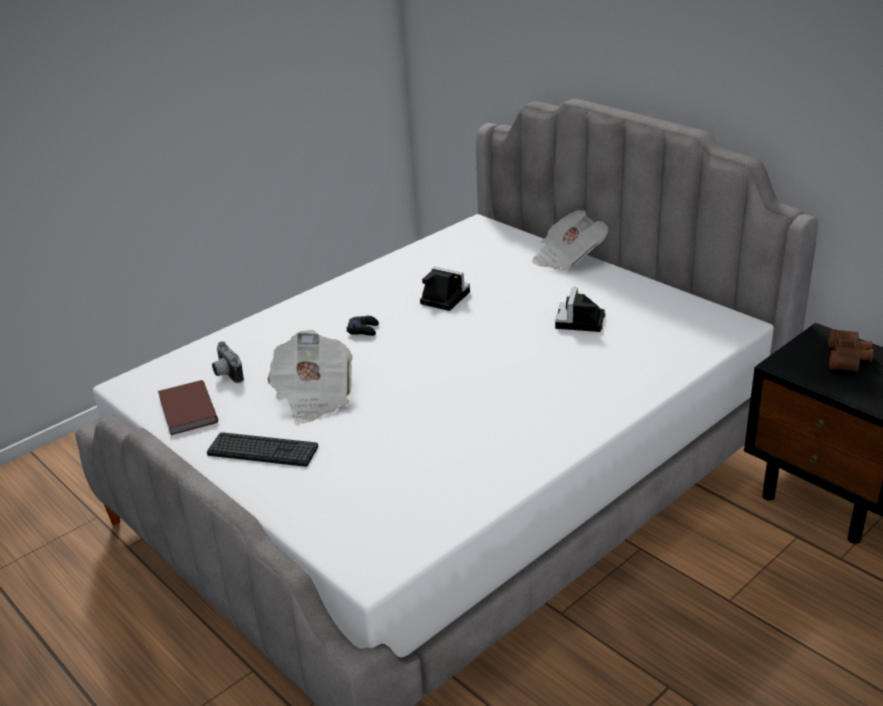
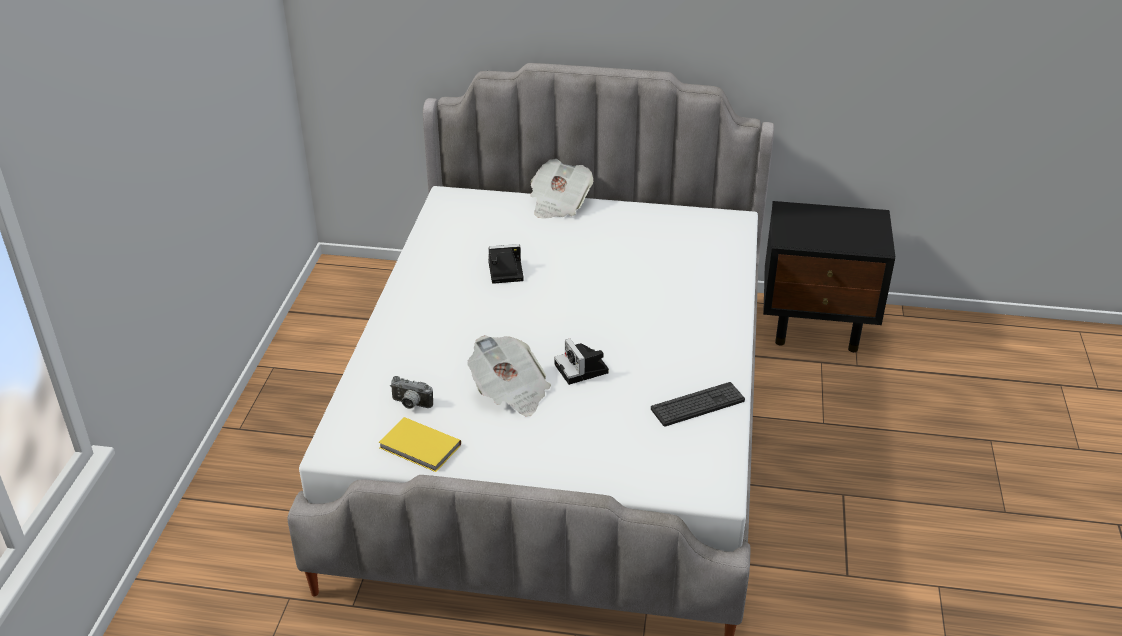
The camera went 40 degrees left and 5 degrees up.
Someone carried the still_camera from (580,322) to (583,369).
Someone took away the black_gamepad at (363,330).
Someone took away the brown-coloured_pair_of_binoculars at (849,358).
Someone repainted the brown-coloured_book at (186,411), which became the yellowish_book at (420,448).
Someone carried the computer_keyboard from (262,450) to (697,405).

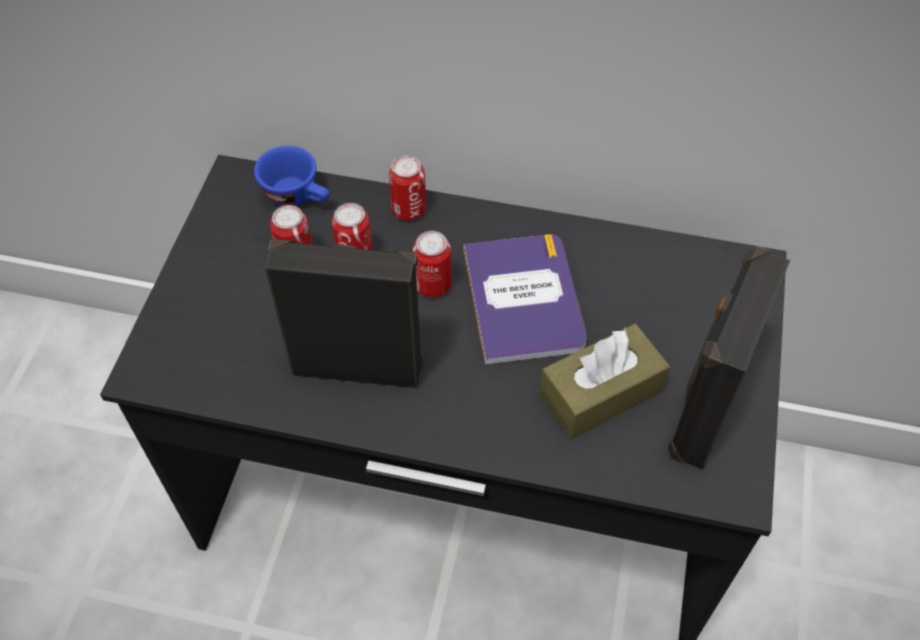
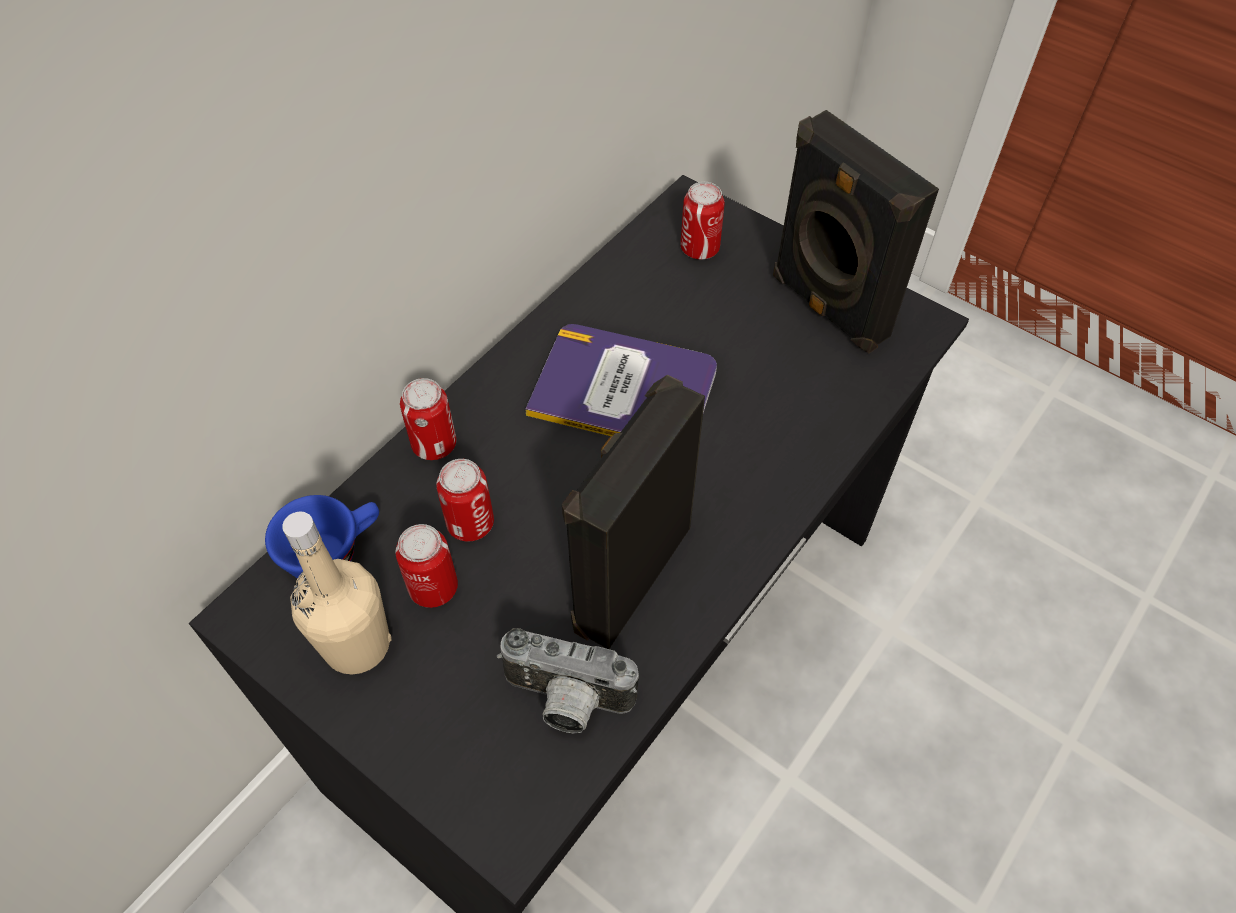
The camera went 65 degrees left and 0 degrees up.
Someone carried the can from (433,285) to (699,248).
Someone took away the brown-coloured_box_of_tissues at (600,393).
Someone put down the beige_drink_bottle at (357,644).
Someone put down the still_camera at (565,701).

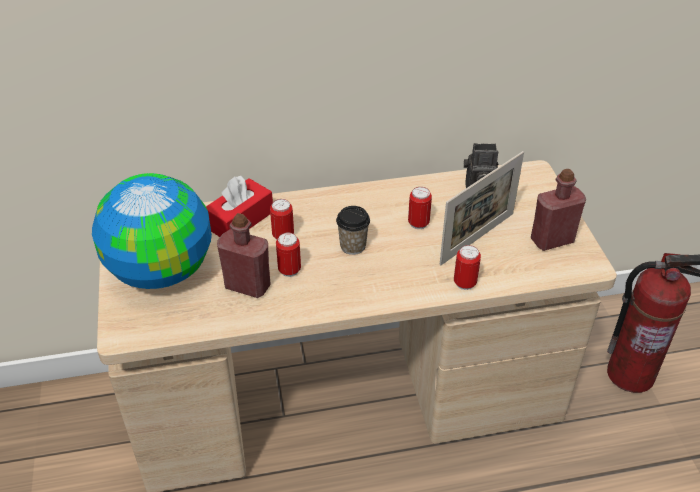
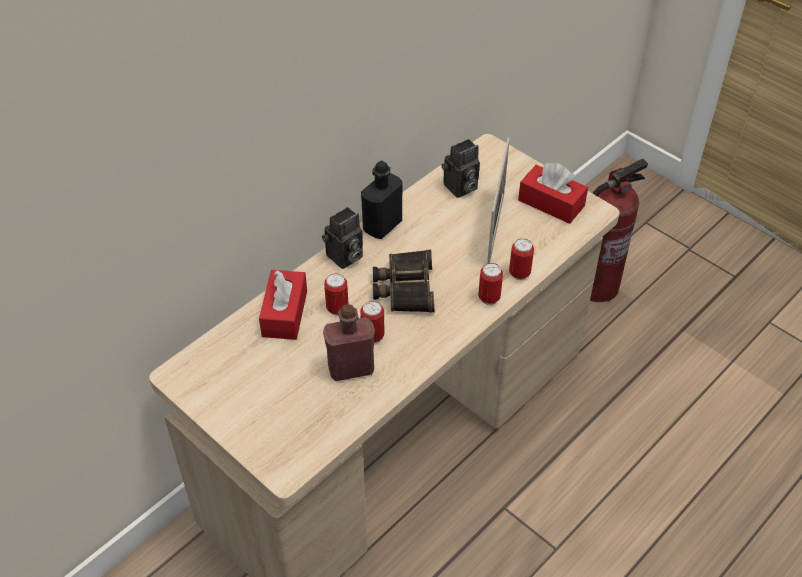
The camera went 35 degrees left and 5 degrees up.
Someone swapped the red_drink_bottle at (552,240) for the red_box_of_tissues at (551,203).
Someone took away the globe at (160,271).
Someone carried the can from (418,223) to (489,298).
Someone swapped the cup at (353,246) for the pair_of_binoculars at (404,287).
Someone put down the black_drink_bottle at (382,226).
Someone put down the still_camera at (344,258).

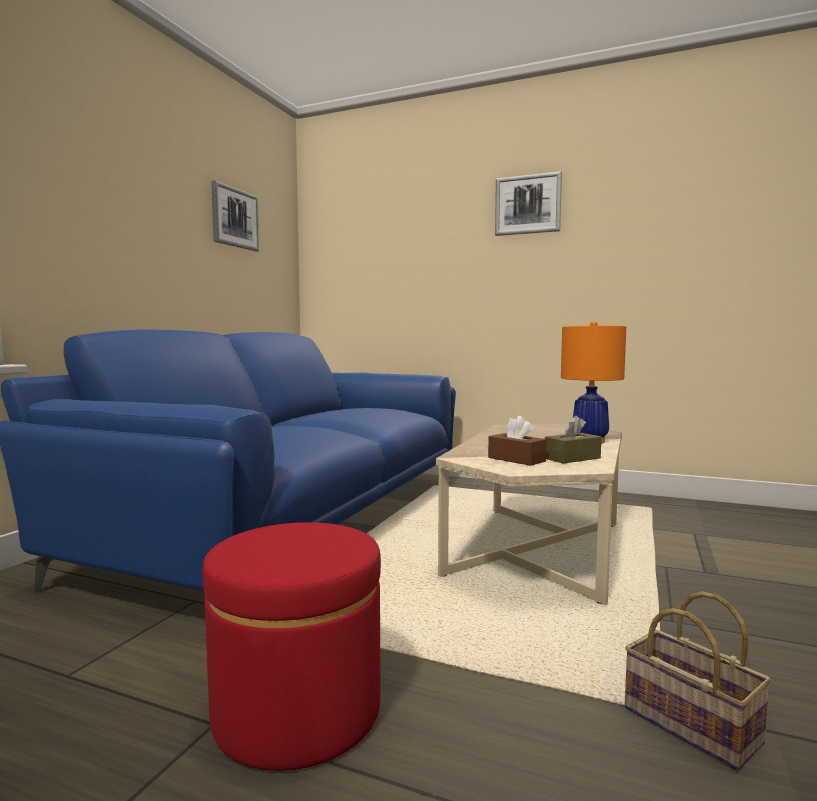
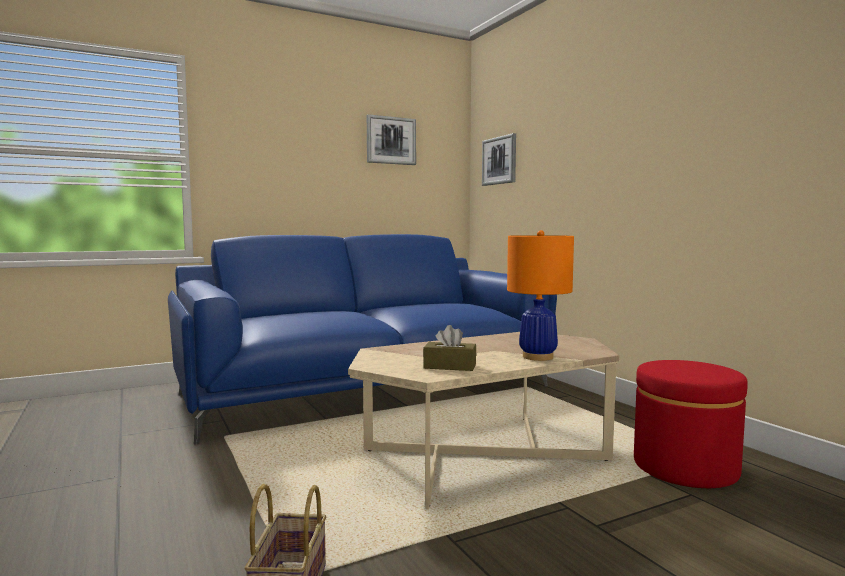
The camera went 40 degrees right and 0 degrees up.
Someone carried the wall_picture from (528,205) to (499,160).
Someone took away the brown-coloured_box_of_tissues at (516,459).
Someone carried the red_ottoman from (297,711) to (685,467).

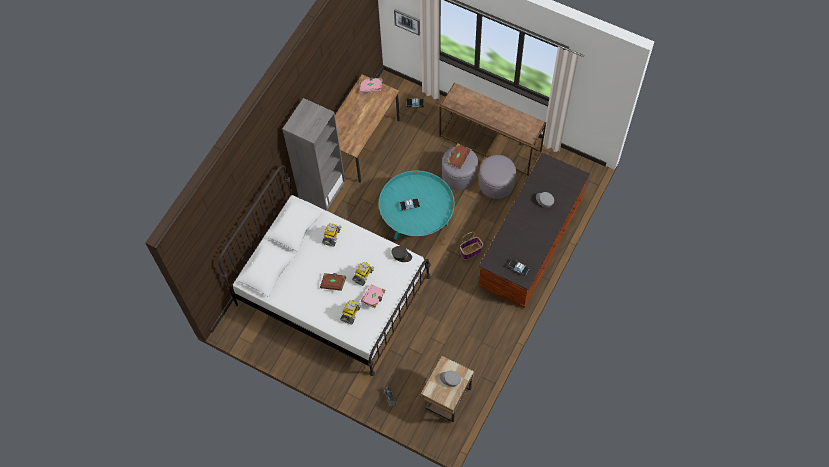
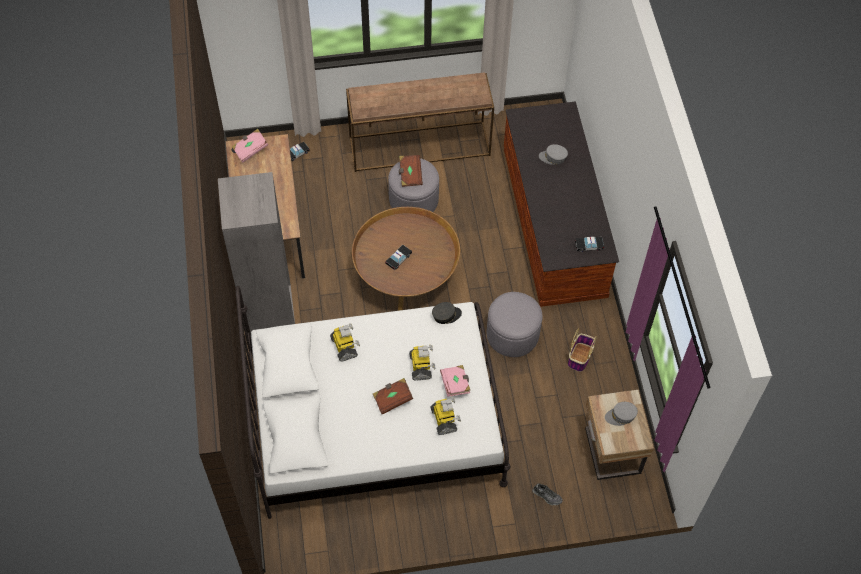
The camera went 40 degrees left and 5 degrees down.
Someone took away the wall_picture at (407,21).
Someone carried the grey_ottoman from (496,183) to (512,334).
Someone repainted the blue-green_coffee_table at (417,218), which became the brown-coloured_coffee_table at (406,276).
Someone carried the basket from (471,251) to (580,357).

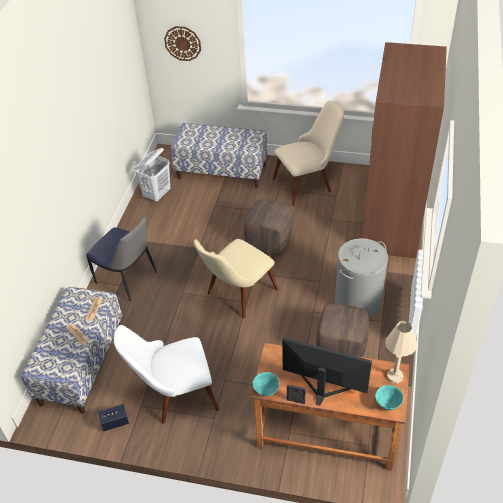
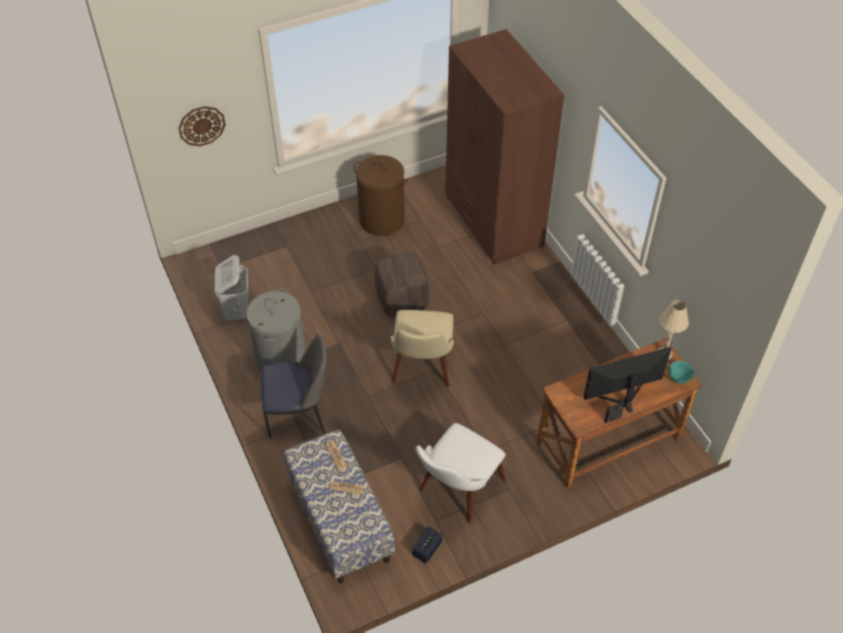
The camera went 40 degrees left and 5 degrees up.
Someone swapped the beige_plain_chair at (308,183) for the brown-coloured_hamper at (382,220).
Someone took away the indoor_bench at (222,171).
Someone carried the grey_hamper from (358,302) to (281,358).
Someone took away the brown-coloured_ottoman at (341,350).
Someone took away the blue-green_deep_dish at (266,391).

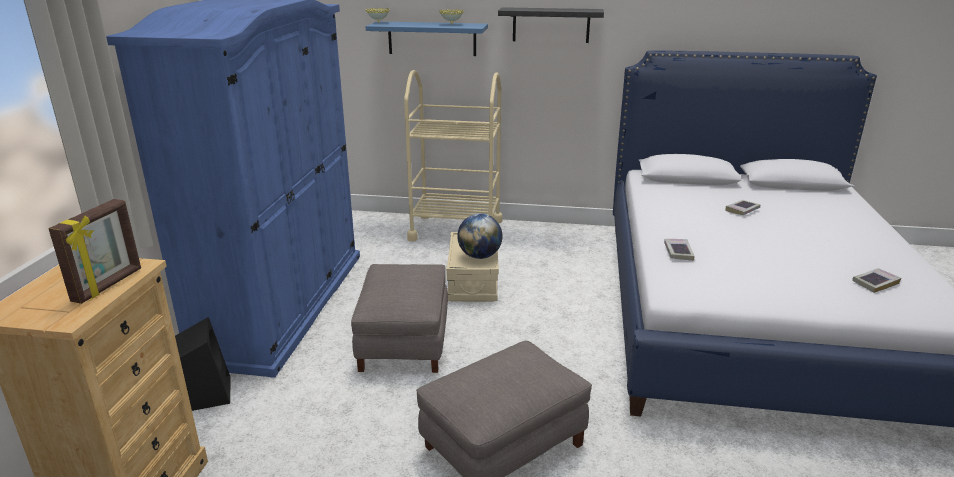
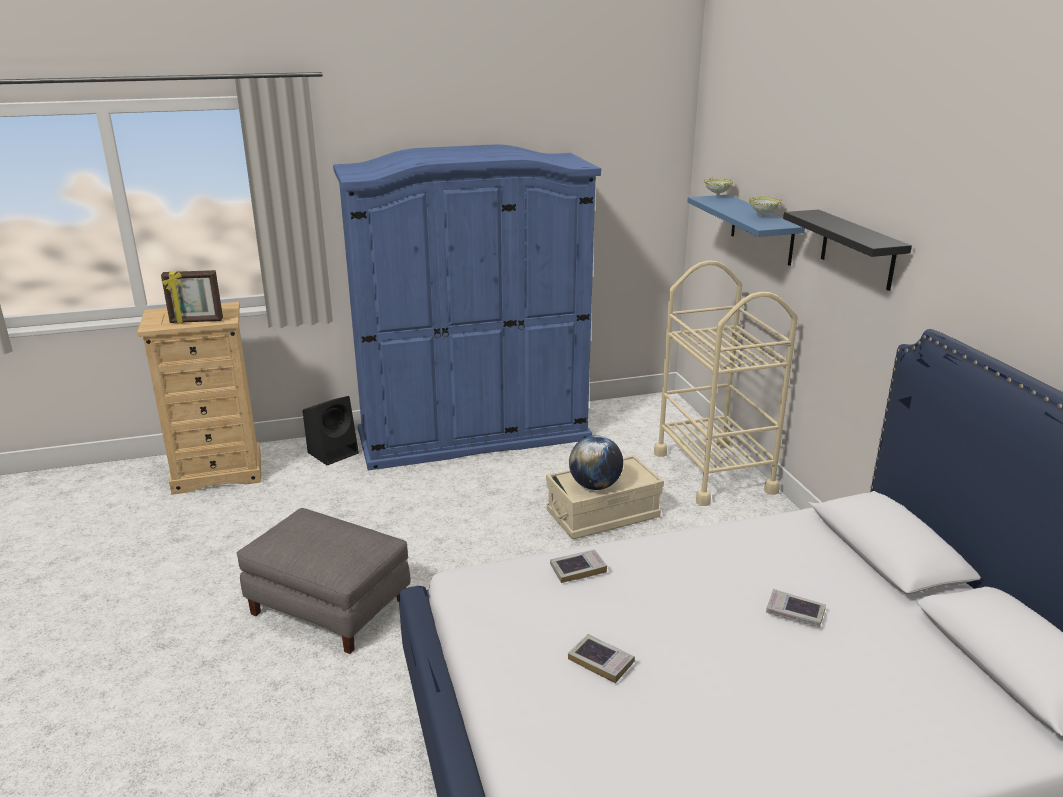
The camera went 65 degrees right and 0 degrees up.
Someone took away the grey_ottoman at (405,342).
Someone carried the book from (875,283) to (601,661).

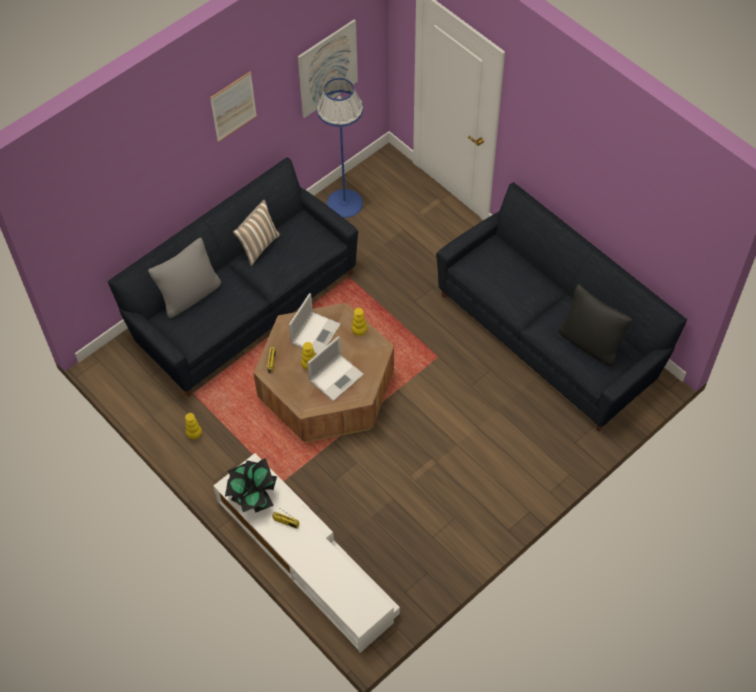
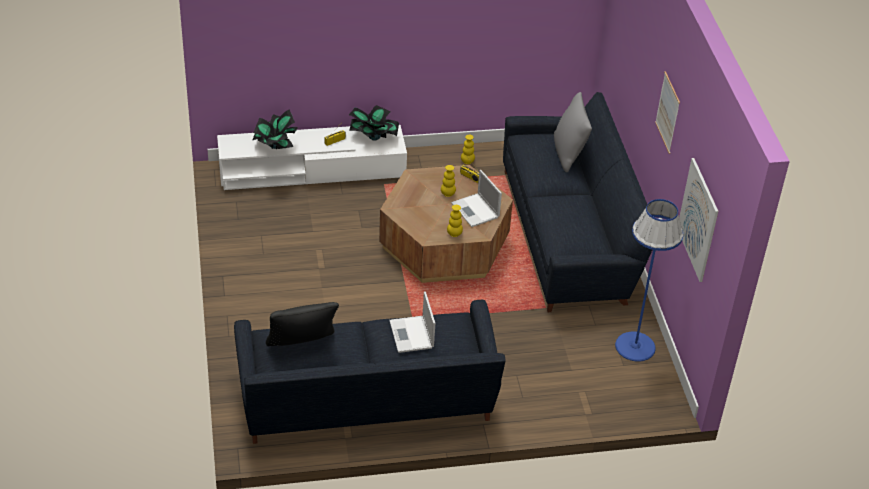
The camera went 120 degrees right and 15 degrees down.
Someone took away the throw_pillow at (258,246).
Someone carried the portable_computer from (336,377) to (412,335).
Someone put down the plant_in_a_pot at (275,146).

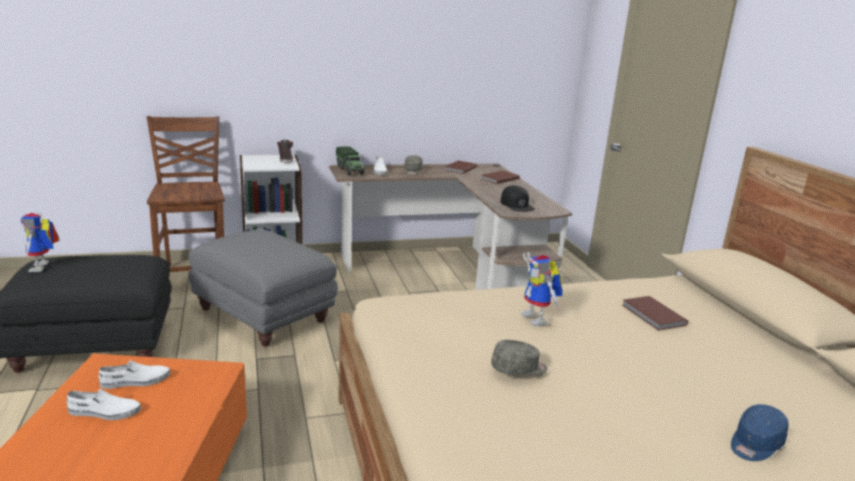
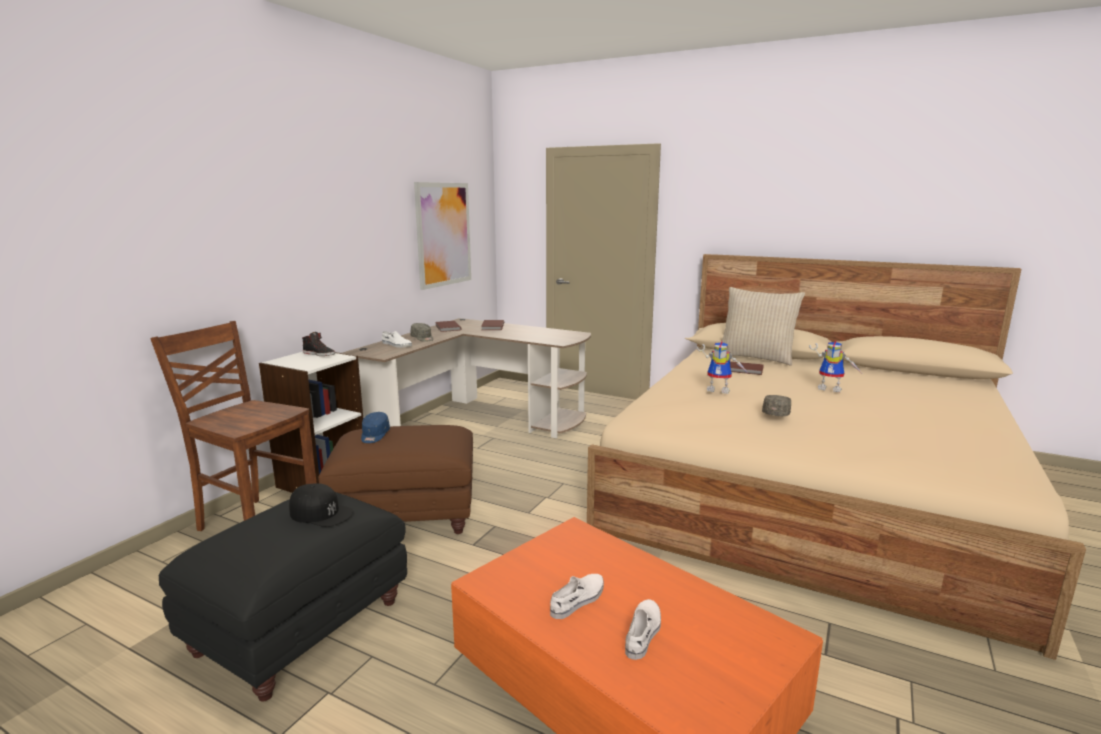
The camera went 45 degrees left and 5 degrees down.
Someone took away the model_truck at (350,170).
Someone carried the black_baseball_cap from (517,205) to (321,513).
Someone carried the model_robot from (43,268) to (831,389).
Someone repainted the grey_ottoman at (265,316), which became the brown-coloured_ottoman at (407,516).
Someone carried the white-coloured_item_of_footwear from (135,381) to (643,632).
Someone carried the blue-coloured_baseball_cap from (755,444) to (374,435).
Someone put up the wall_picture at (443,234).
Someone put down the beige_throw_pillow at (756,357).

